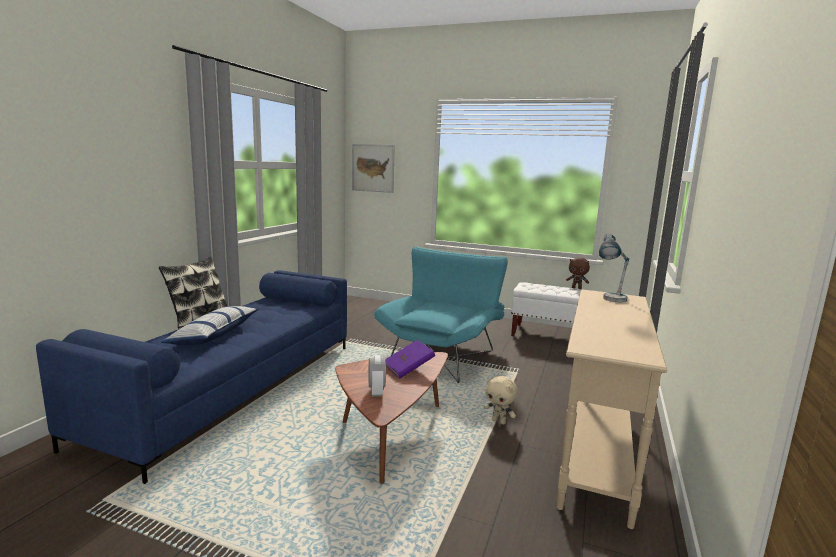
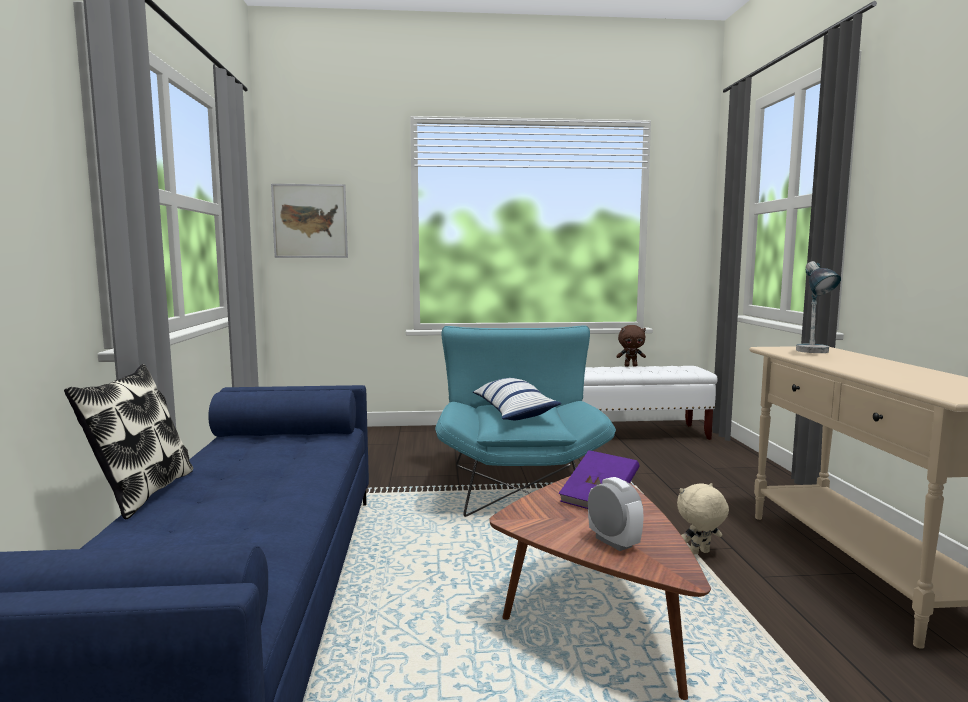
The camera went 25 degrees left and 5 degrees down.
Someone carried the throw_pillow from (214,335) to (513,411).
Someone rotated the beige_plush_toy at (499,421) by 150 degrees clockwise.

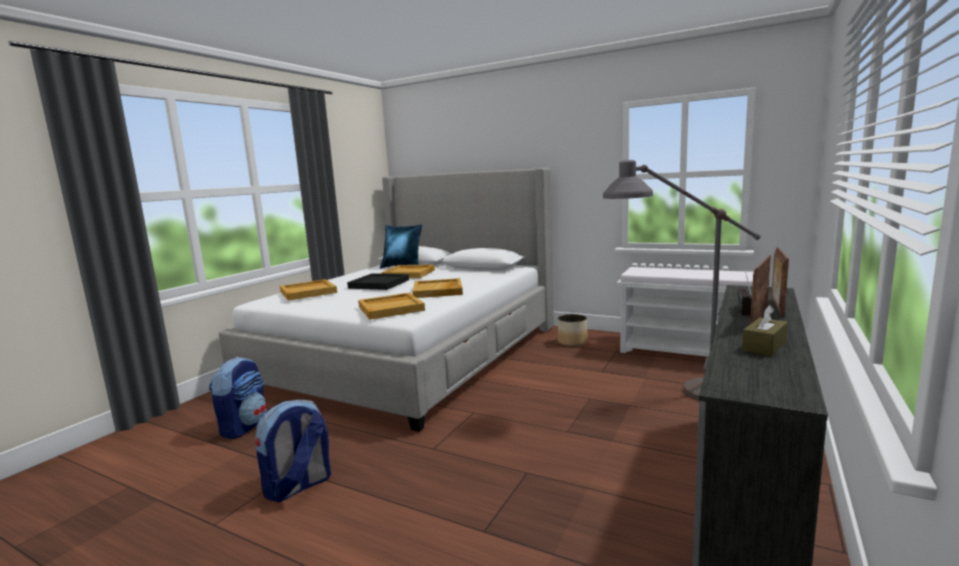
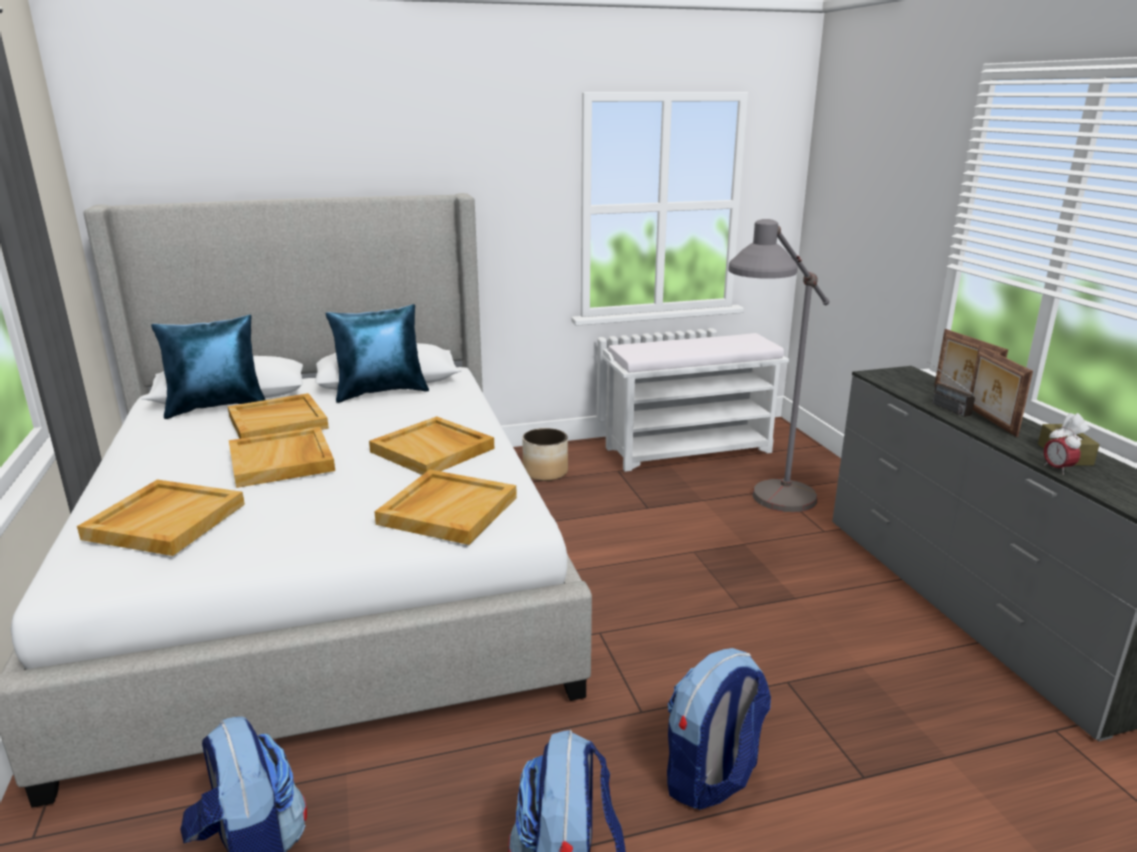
The camera went 45 degrees left and 10 degrees up.
Someone repainted the black_serving_tray at (379,284), which became the beige_serving_tray at (282,461).
Someone put down the blue-coloured_throw_pillow at (381,392).
Someone put down the alarm_clock at (1057,469).
Someone put down the backpack at (712,778).

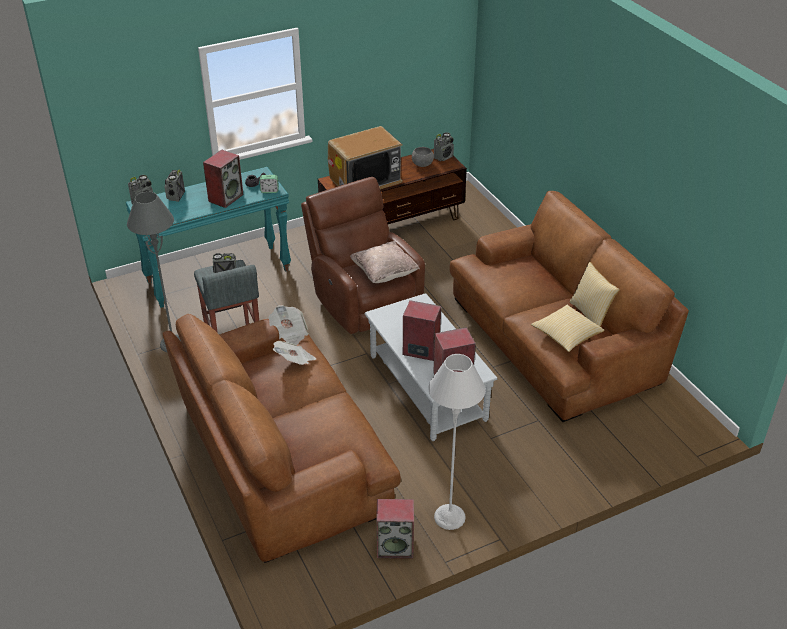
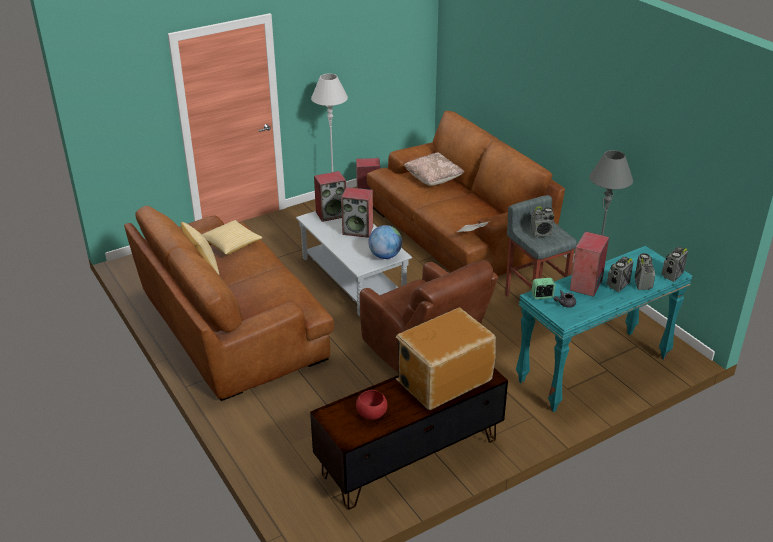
The camera went 175 degrees right and 5 degrees down.
Someone carried the radio_receiver from (443,157) to (617,285).
Someone repainted the grey_deep_dish at (422,164), which became the red_deep_dish at (371,413).
Someone carried the beige_throw_pillow from (384,274) to (433,179).
Someone took away the daily_paper at (295,361).
Someone put down the globe at (385,256).

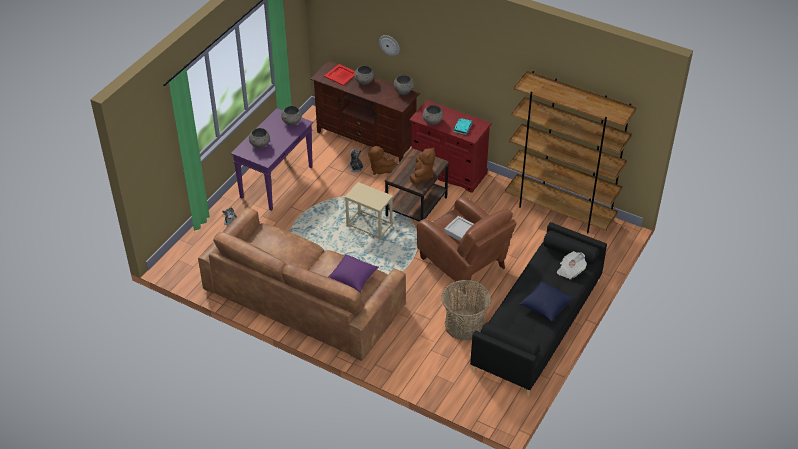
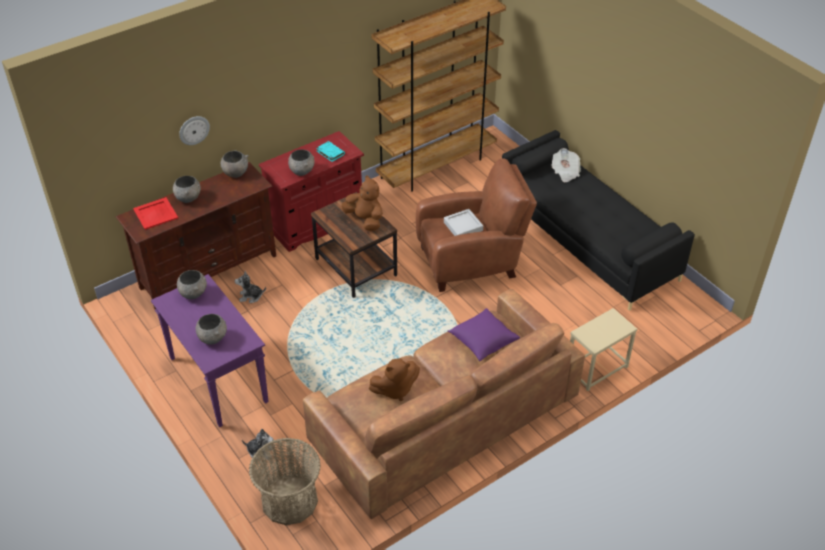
The camera went 65 degrees left and 0 degrees up.
Someone carried the brown-coloured_plush_toy from (380,169) to (395,389).
Someone carried the beige_accent_table from (369,226) to (597,369).
Someone carried the basket from (464,325) to (289,500).
Someone took away the blue-coloured_throw_pillow at (545,306).

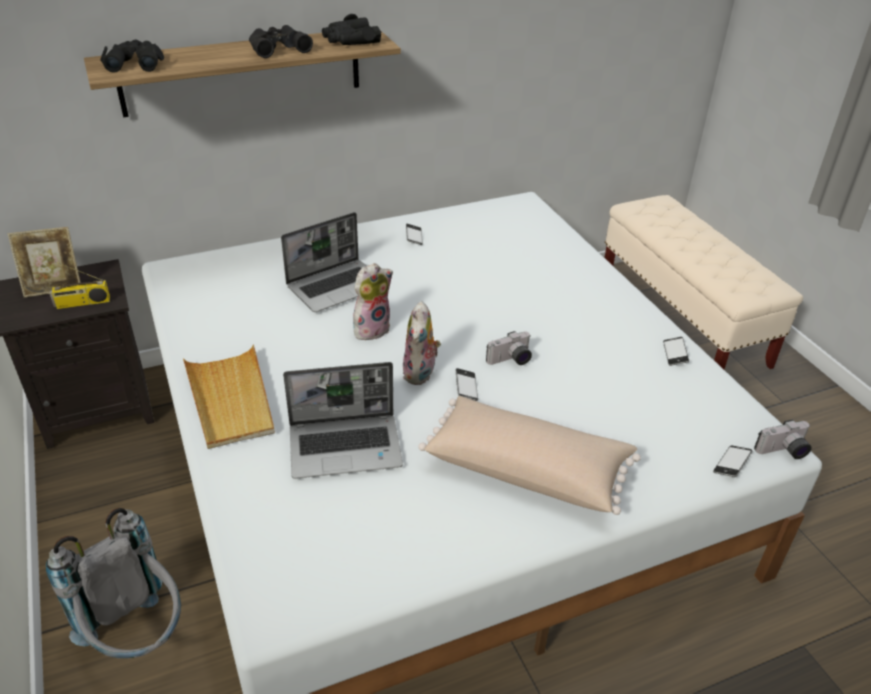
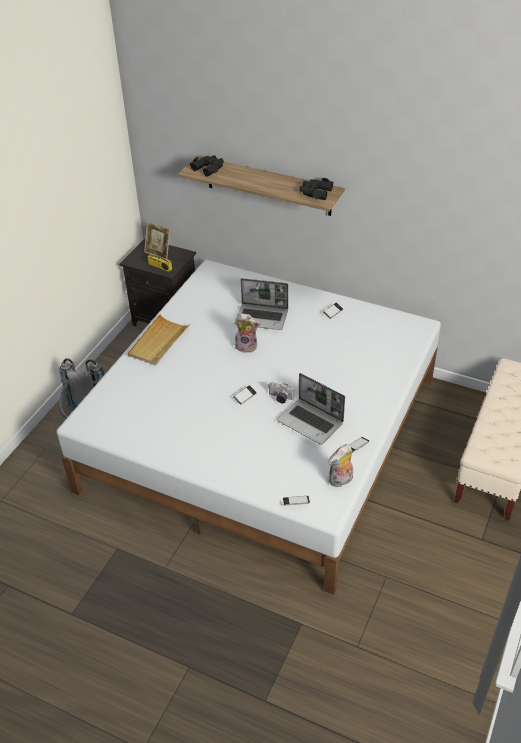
The camera went 50 degrees right and 5 degrees up.
Someone took away the black_pair_of_binoculars at (277,48).
Someone carried the plush_toy from (421,374) to (341,481).
Someone carried the portable_computer from (346,446) to (311,422).
Someone took away the beige_throw_pillow at (527,468).
Someone took away the still_camera at (783,452).

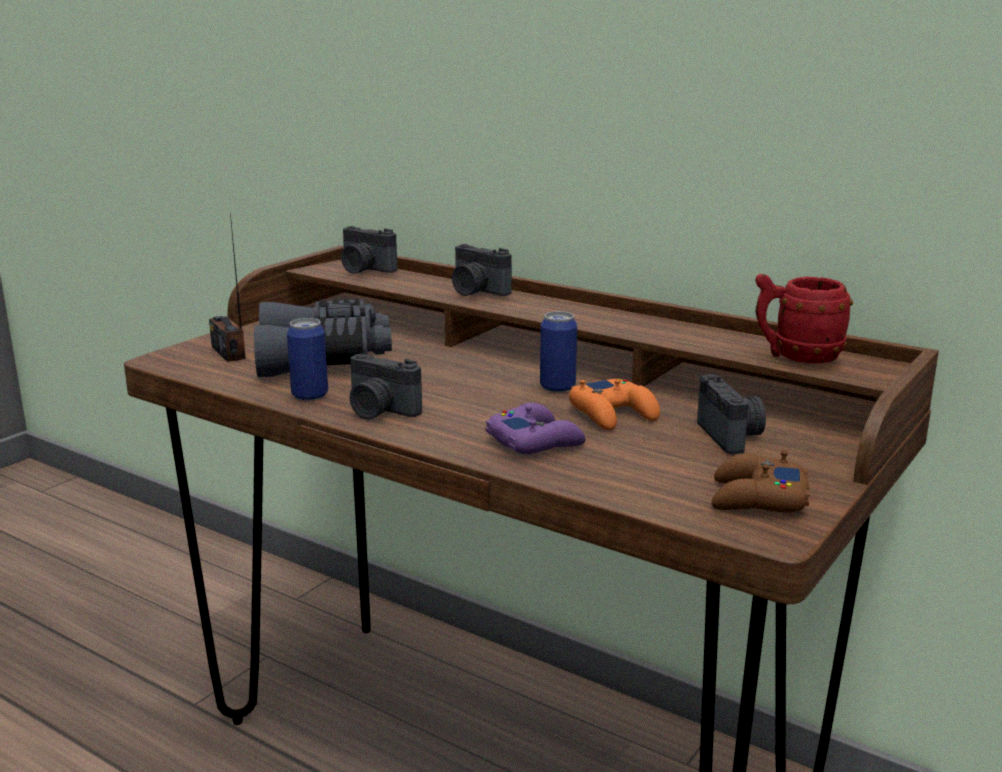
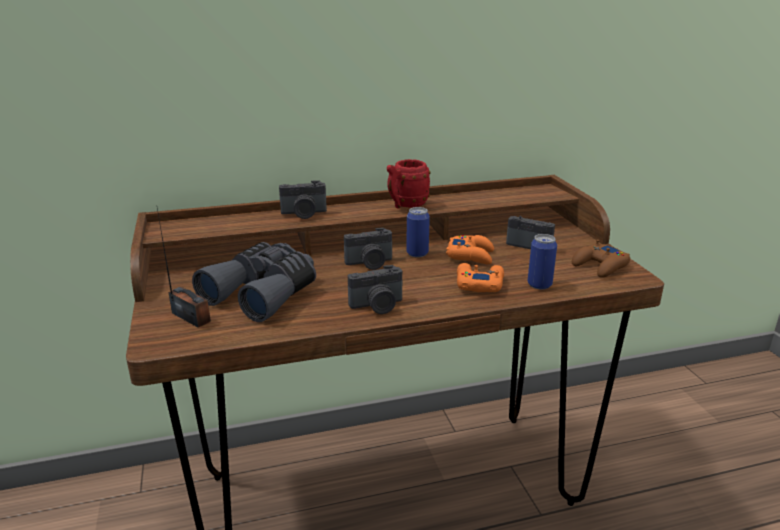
The camera went 50 degrees left and 5 degrees up.
Someone rotated the radio_receiver at (229,352) by 150 degrees counterclockwise.
Someone carried the still_camera from (364,269) to (370,263).
Someone carried the red_mug from (796,356) to (405,205).
Someone carried the can from (310,395) to (539,285).
Someone repainted the purple_gamepad at (535,441), which became the orangey_gamepad at (479,284).

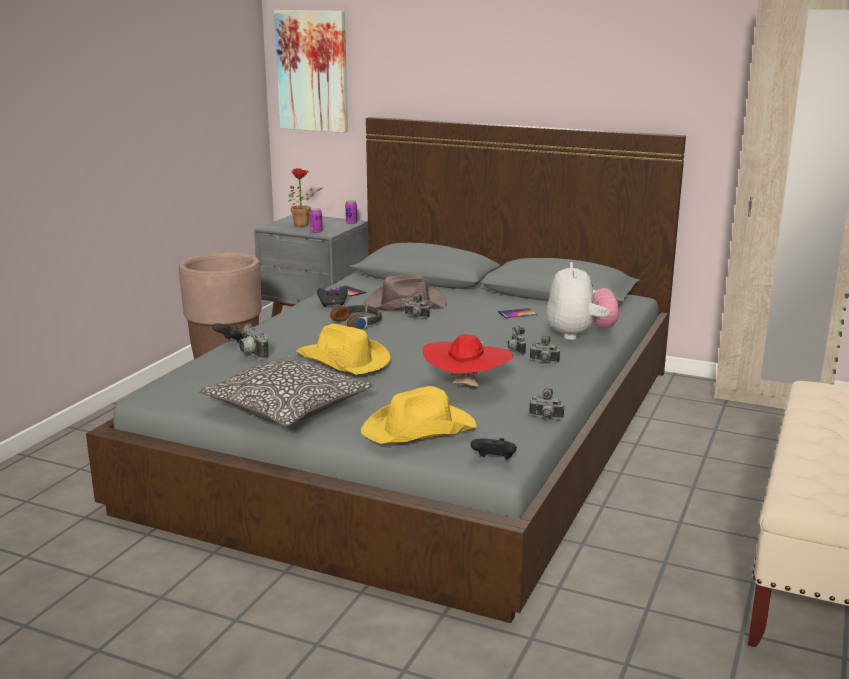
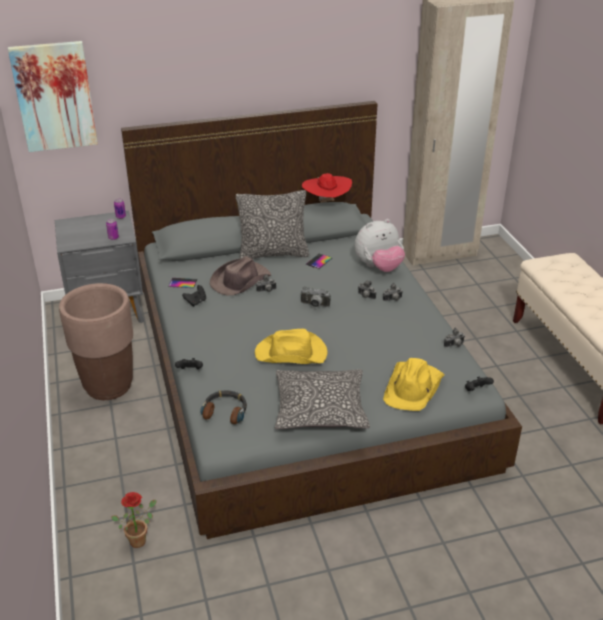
The camera went 40 degrees left and 15 degrees up.
Someone carried the plant_in_a_pot from (304,224) to (140,539).
Someone rotated the plush_toy at (579,335) by 105 degrees clockwise.
Someone carried the pair_of_headphones from (358,322) to (225,411).
Someone carried the still_camera from (251,354) to (314,305).
Someone carried the red_wearable_hat from (466,388) to (326,203).
Someone put down the throw_pillow at (273,253).

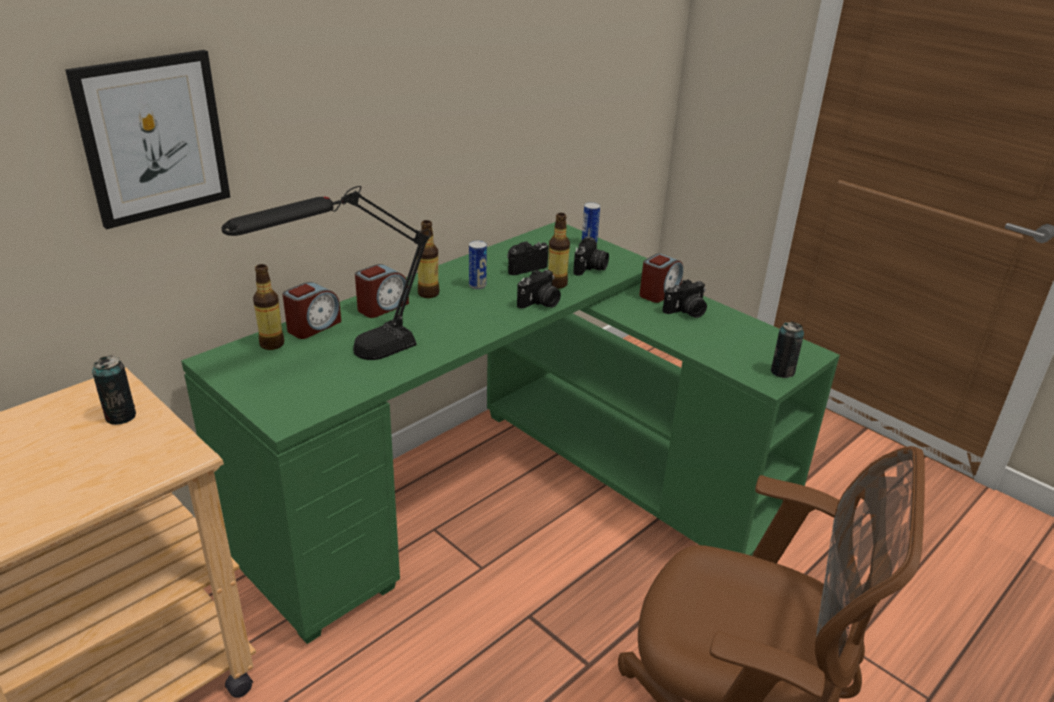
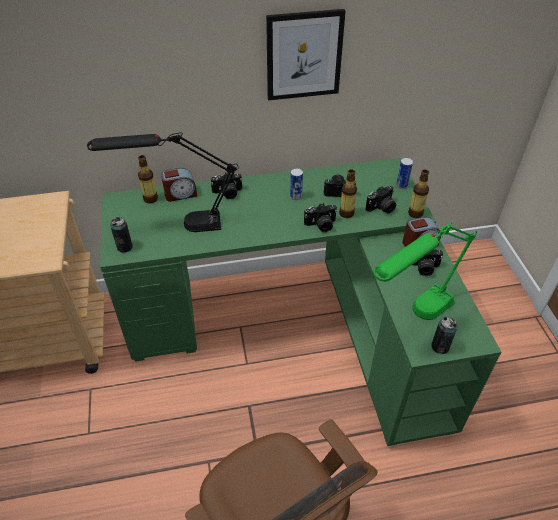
The camera went 35 degrees right and 15 degrees up.
Someone carried the wall_picture from (153,138) to (304,55).
Someone carried the drink_bottle from (428,293) to (415,213).
Someone swapped the alarm_clock at (382,307) for the still_camera at (227,193).
Someone carried the can from (120,416) to (124,247).
Someone put down the green-coloured_tabletop_lamp at (412,319).

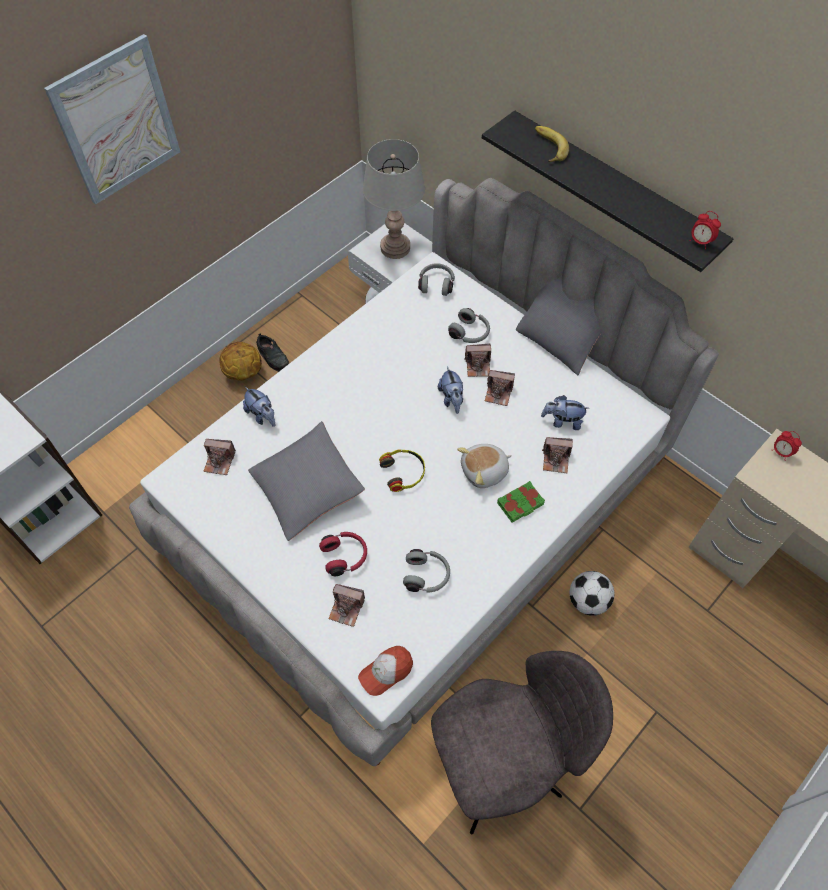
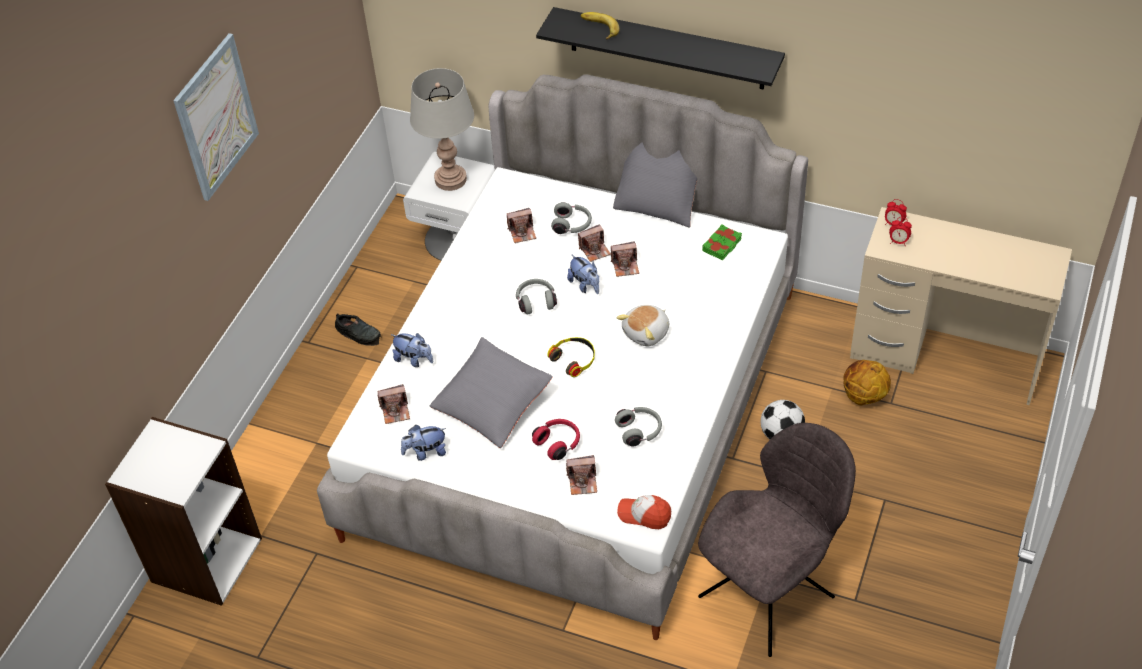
The camera went 20 degrees left and 10 degrees down.
Someone carried the alarm_clock from (700,242) to (898,242).
Someone carried the grey_pair_of_headphones from (436,284) to (536,301).
Someone carried the basketball_ball from (243,373) to (863,396).
Someone carried the plush_toy from (562,421) to (426,452).
Someone carried the still_camera from (556,460) to (522,232).
Someone carried the green-coloured_book from (520,504) to (722,245).
Someone rotated the baseball_cap at (386,672) by 75 degrees clockwise.

